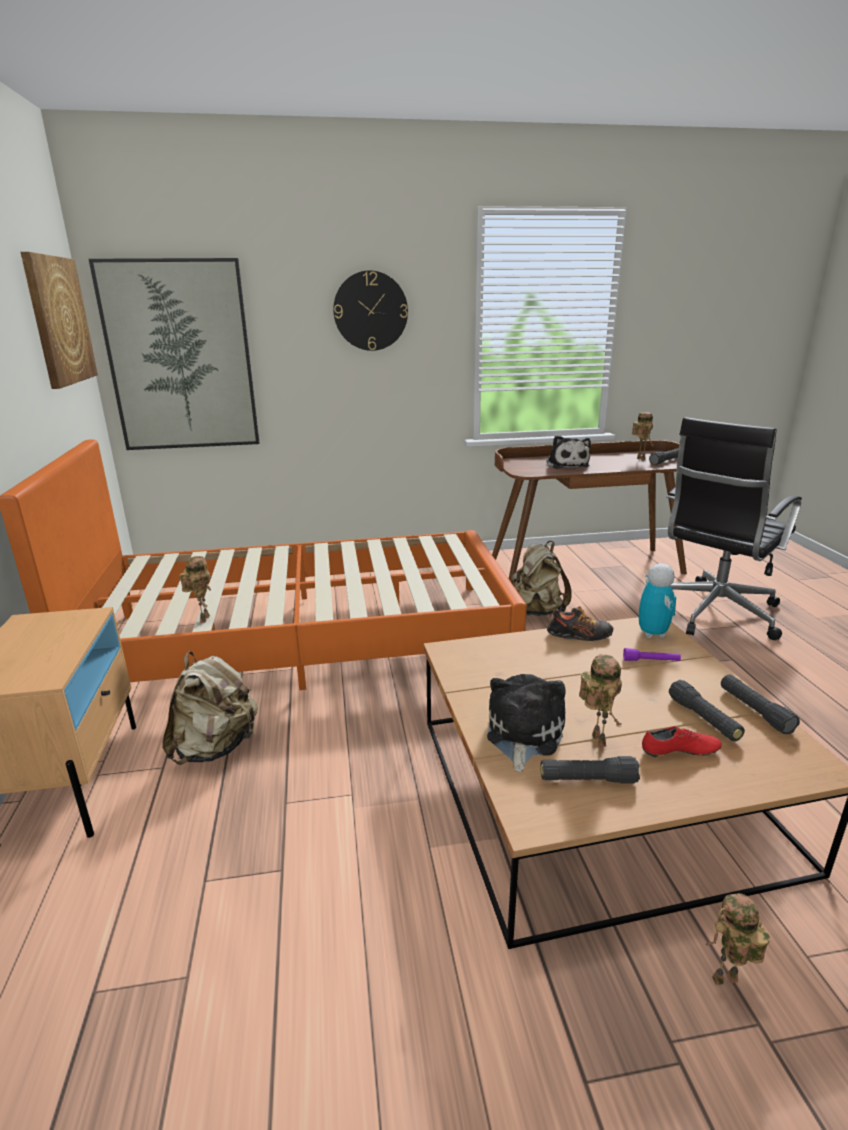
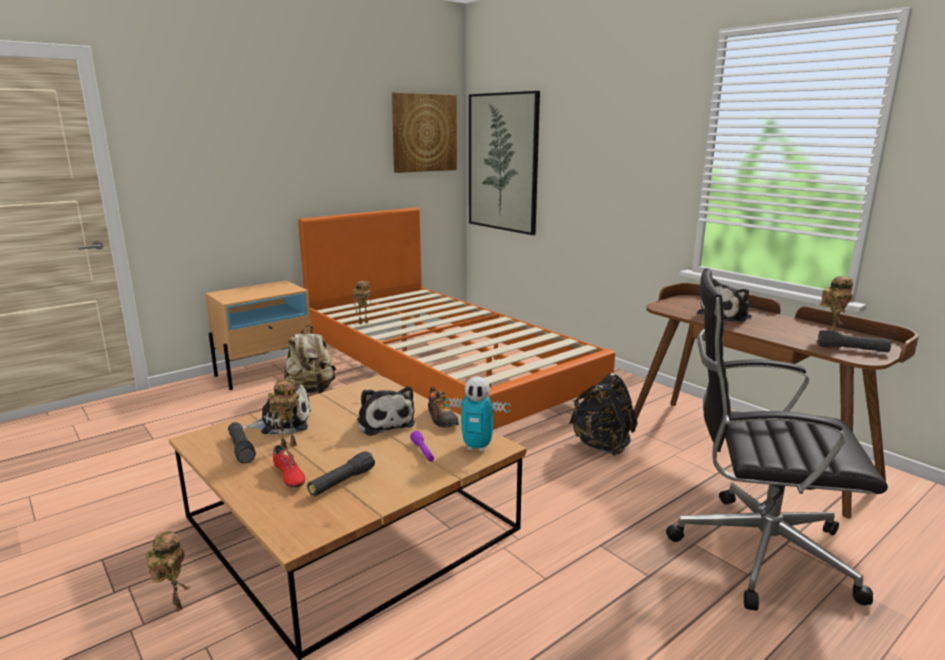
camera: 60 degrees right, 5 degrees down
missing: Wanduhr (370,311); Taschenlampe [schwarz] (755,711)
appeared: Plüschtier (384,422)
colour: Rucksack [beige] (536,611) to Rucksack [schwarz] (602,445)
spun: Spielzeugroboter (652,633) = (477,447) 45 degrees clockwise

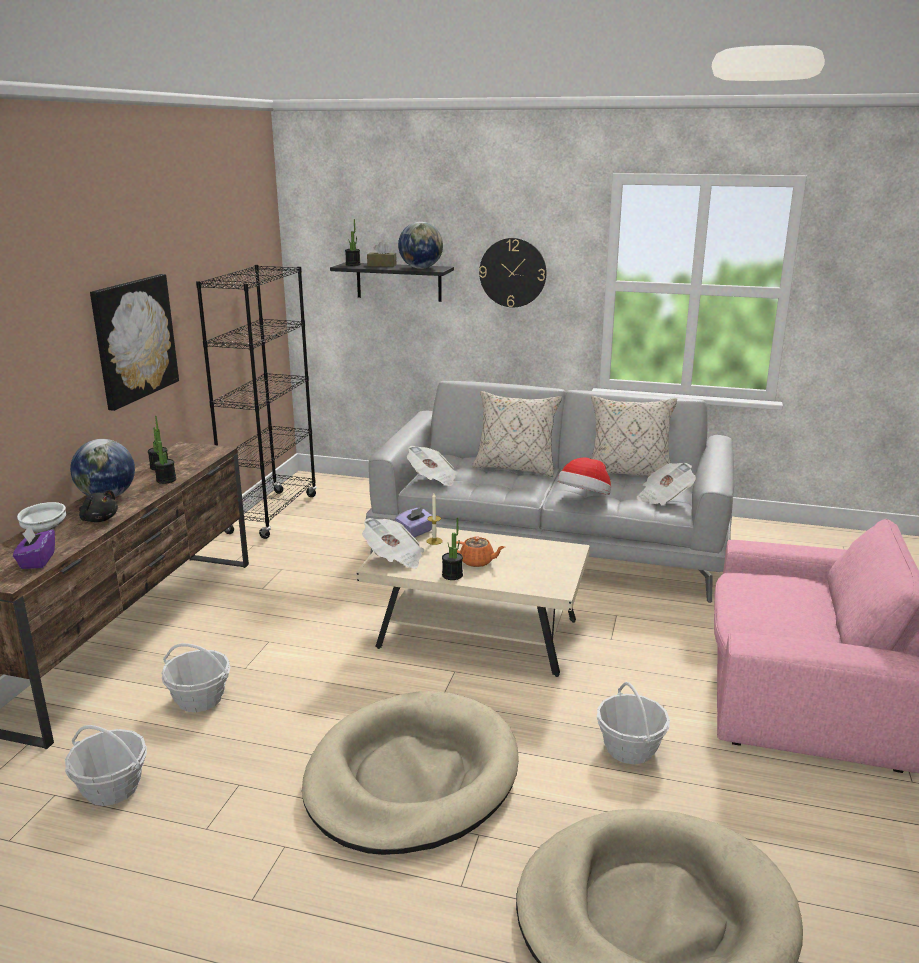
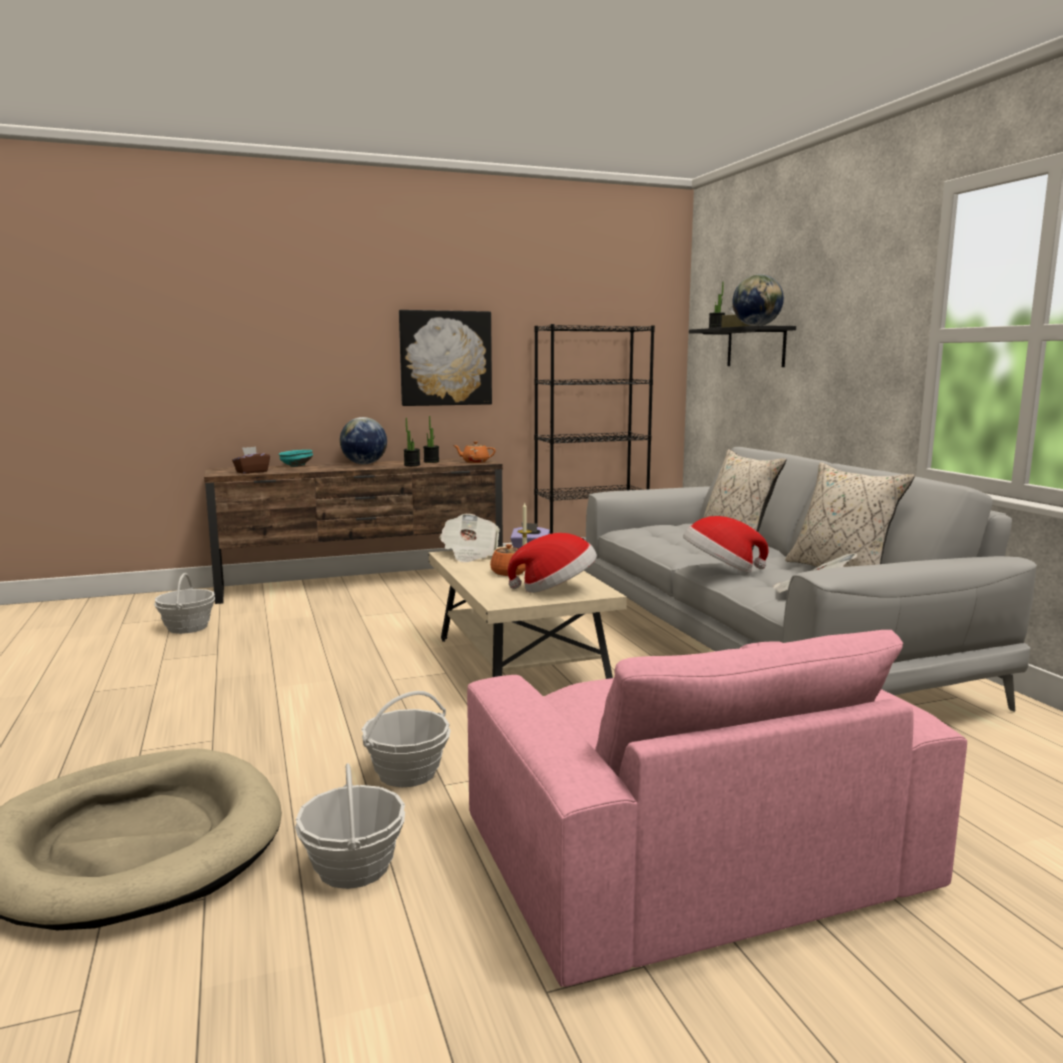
camera: 55 degrees right, 10 degrees down
missing: Plüschtier [schwarz] (99,519); Hundebett [beige] (411,777); Zeitung (433,479); Topfpflanze (452,575); Wanduhr (512,272)
appeared: Teekanne [orange] (475,462); Hut (555,589)
relocated: Korb (200,699) to (353,867)
colour: Taschentuchbox [lila] (37,561) to Taschentuchbox [braun] (252,472); Schüssel [weiß] (44,530) to Schüssel [türkis] (296,466)

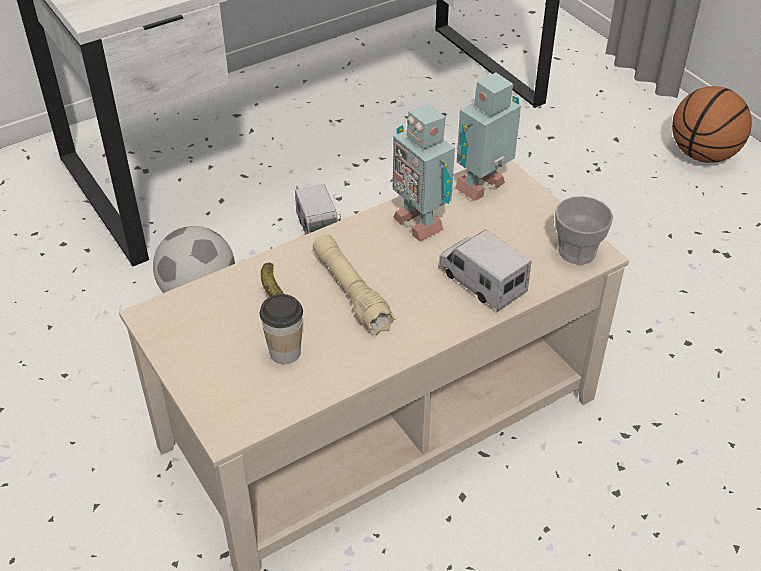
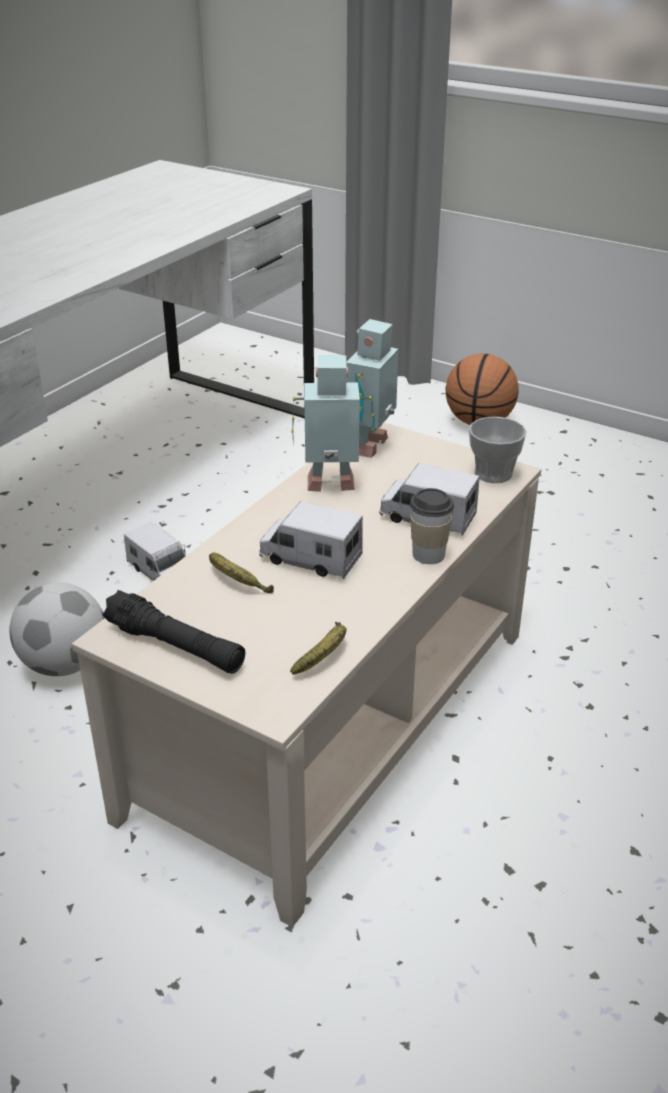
camera: 25 degrees left, 10 degrees down
appeared: Taschenlampe [schwarz] (175,646); Banane (324,655)
relocated: Tasse (285,352) to (428,554)
exchanged: Taschenlampe [beige] (351,292) to Spielzeuglaster (310,558)
spun: Spielzeugroboter (420,222) = (332,486) 150 degrees clockwise

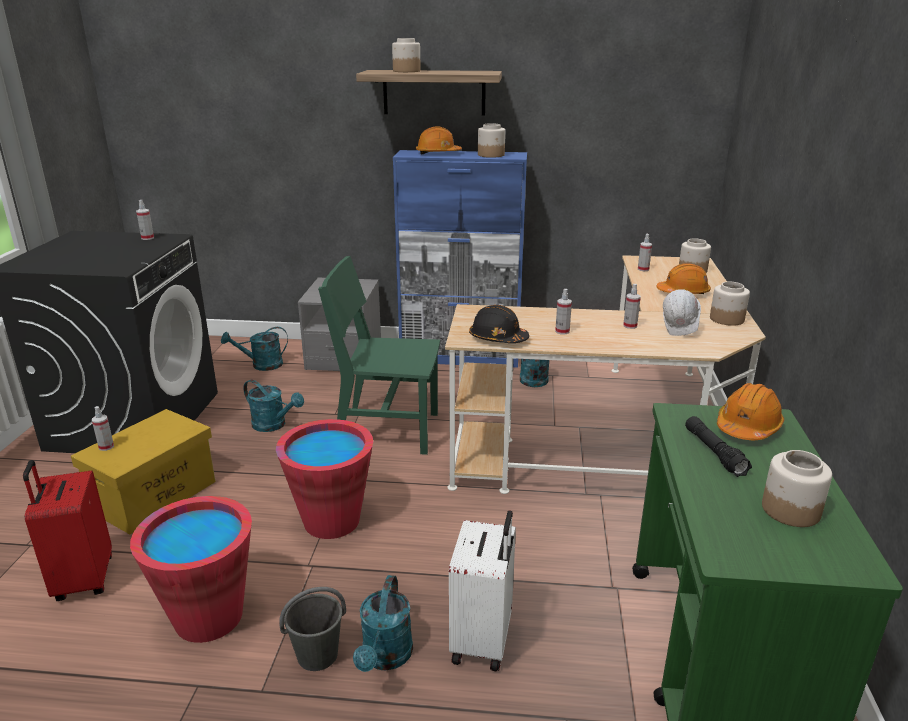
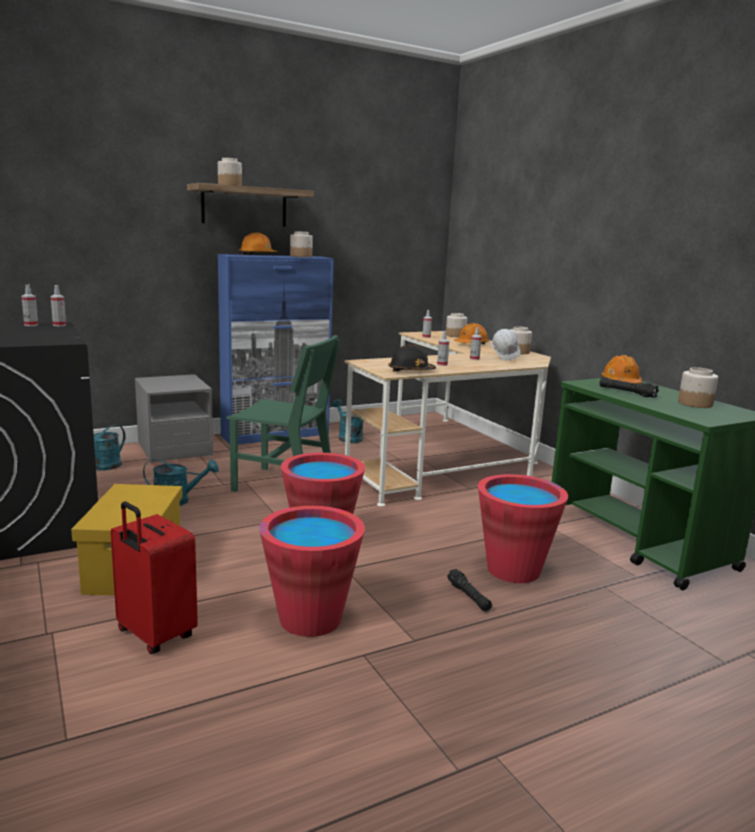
camera: 35 degrees left, 10 degrees down
missing: Eimer [grau] (316,655)
relocated: Sprühflasche (106,447) to (59,325)
exchanged: Gießkanne [türkis] (385,658) to Taschenlampe [schwarz] (468,596); Koffer [weiß] (483,641) to Eimer [rot] (513,570)
spun: Stuhl [grün] (387,430) = (284,485) 135 degrees counterclockwise

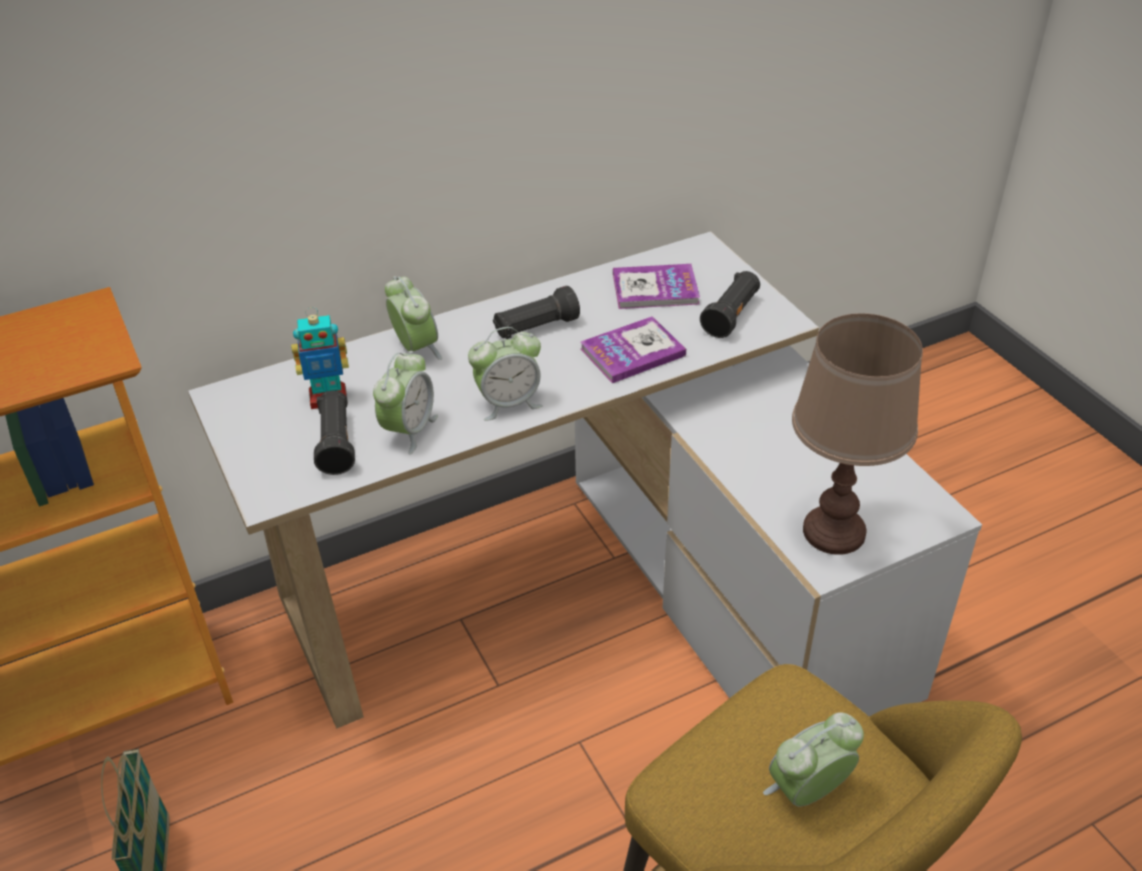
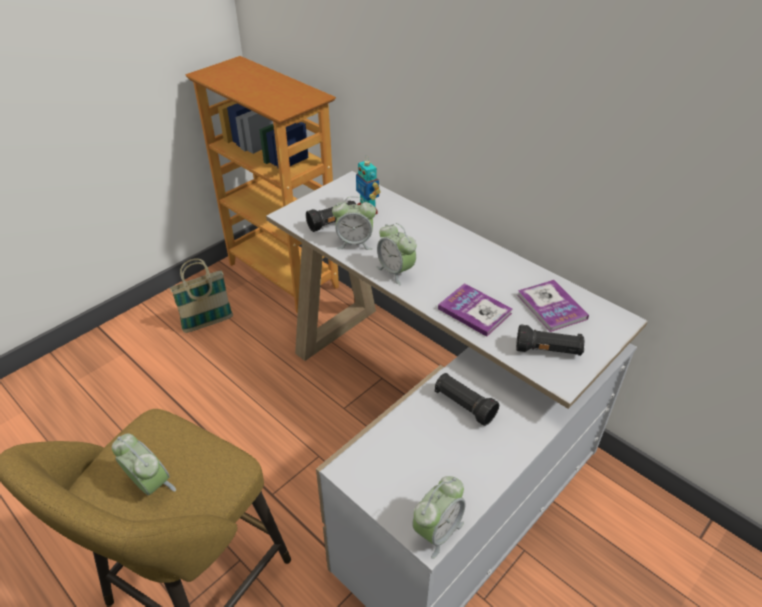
camera: 70 degrees right, 0 degrees up
missing: Tischlampe [braun] (835,531)
relocated: Wecker (415,348) to (437,531); Taschenlampe [schwarz] (536,328) to (464,405)

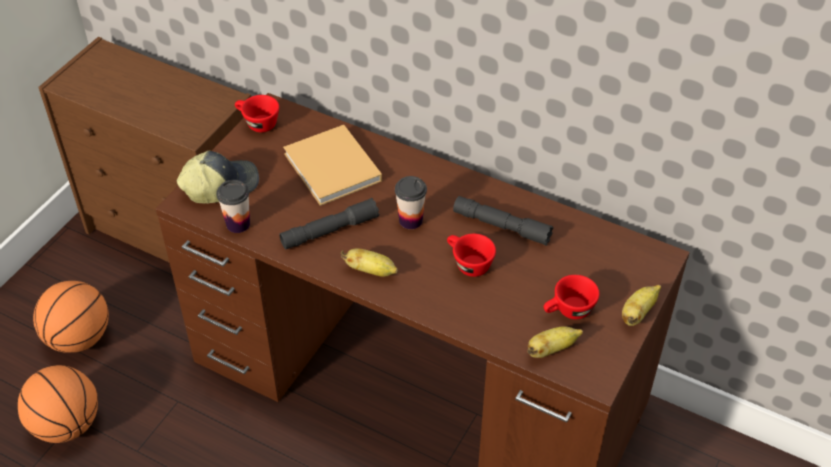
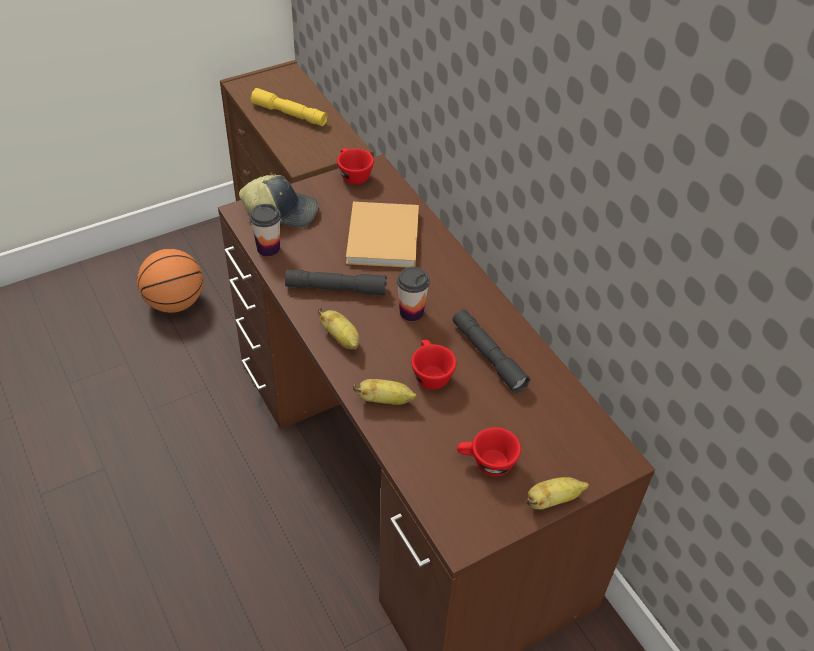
camera: 30 degrees right, 0 degrees up
missing: Basketball (67,425)
appeared: Taschenlampe [gelb] (289,114)
relocated: Banane (551,349) to (385,400)

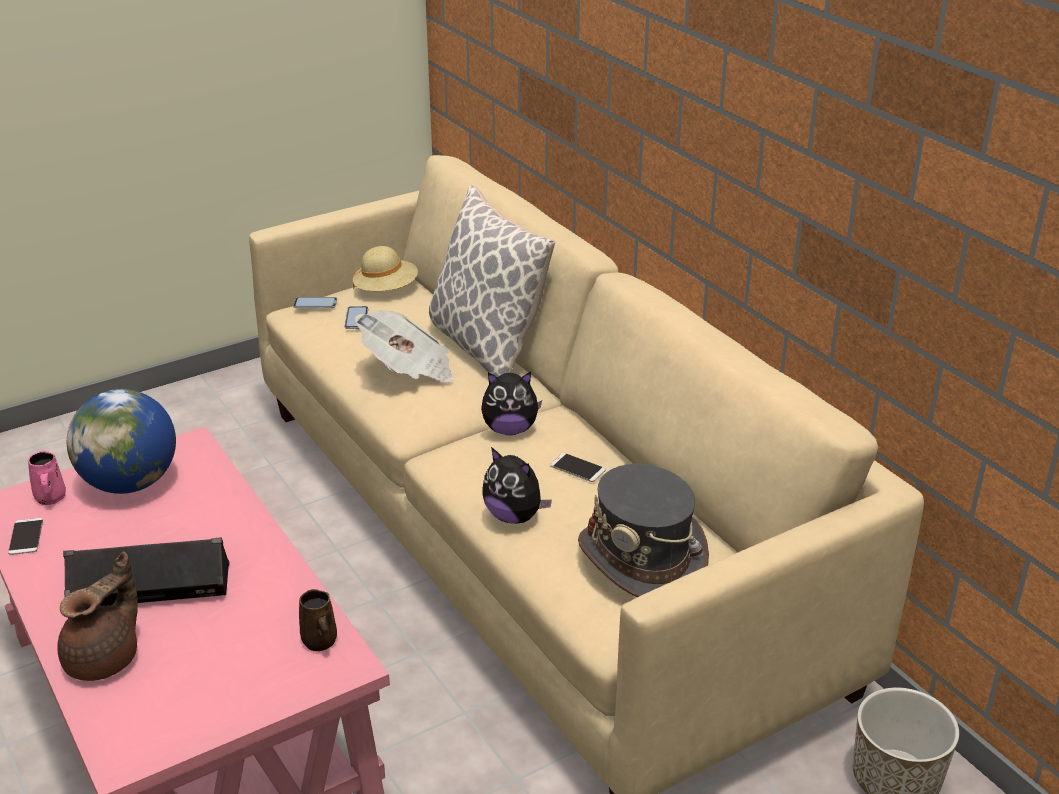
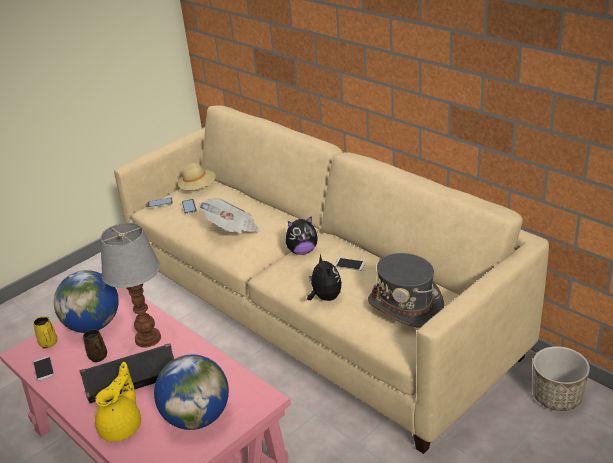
camera: 10 degrees left, 0 degrees up
missing: Kissen (486,345)
appeared: Tischlampe (149,338); Globus (197,417)
relocated: Henkelbecher [braun] (320,642) to (98,357)
colour: Henkelbecher [rosa] (50,498) to Henkelbecher [gelb] (49,344); Teekanne [braun] (105,658) to Teekanne [gelb] (122,426)
spun: Plüschtier (514,516) = (325,297) 135 degrees counterclockwise

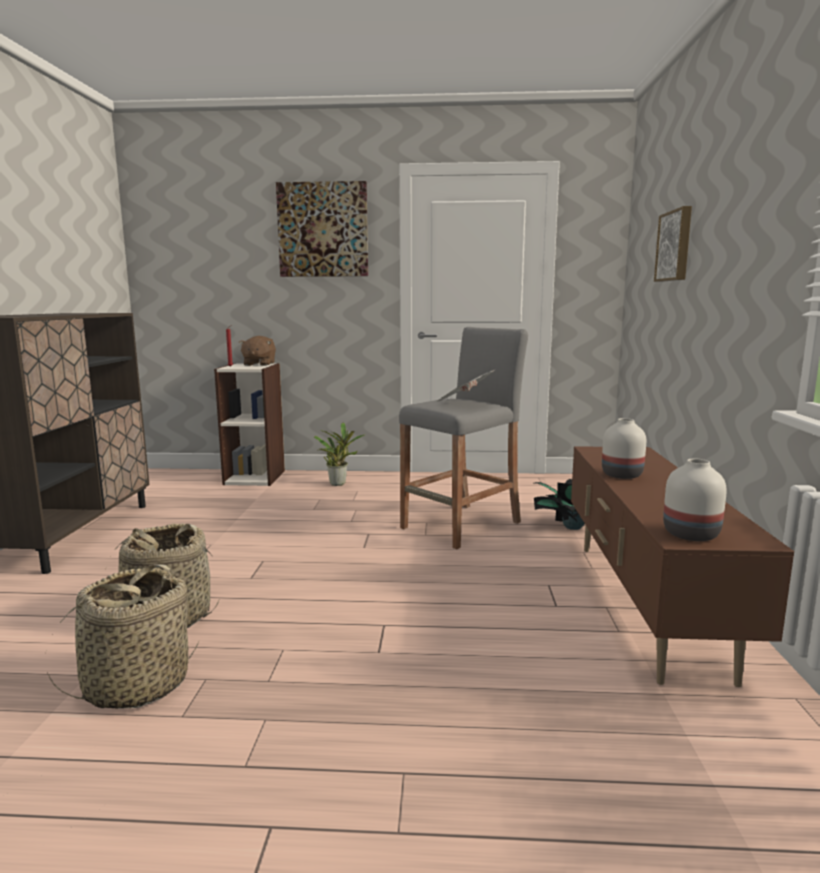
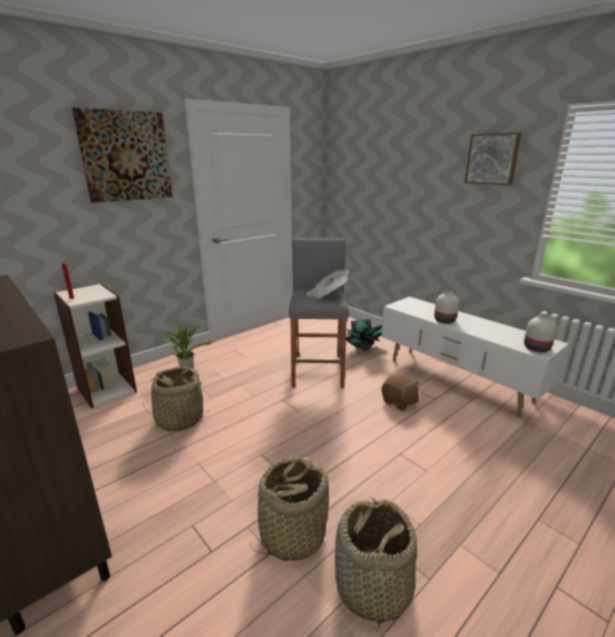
camera: 45 degrees left, 10 degrees up
appeared: Korb (179,419)
relocated: Plüschtier [braun] (259,364) to (399,402); Bild (675,246) to (492,159)
colour: Fernsehschrank [braun] (644,605) to Fernsehschrank [weiß] (457,381)

